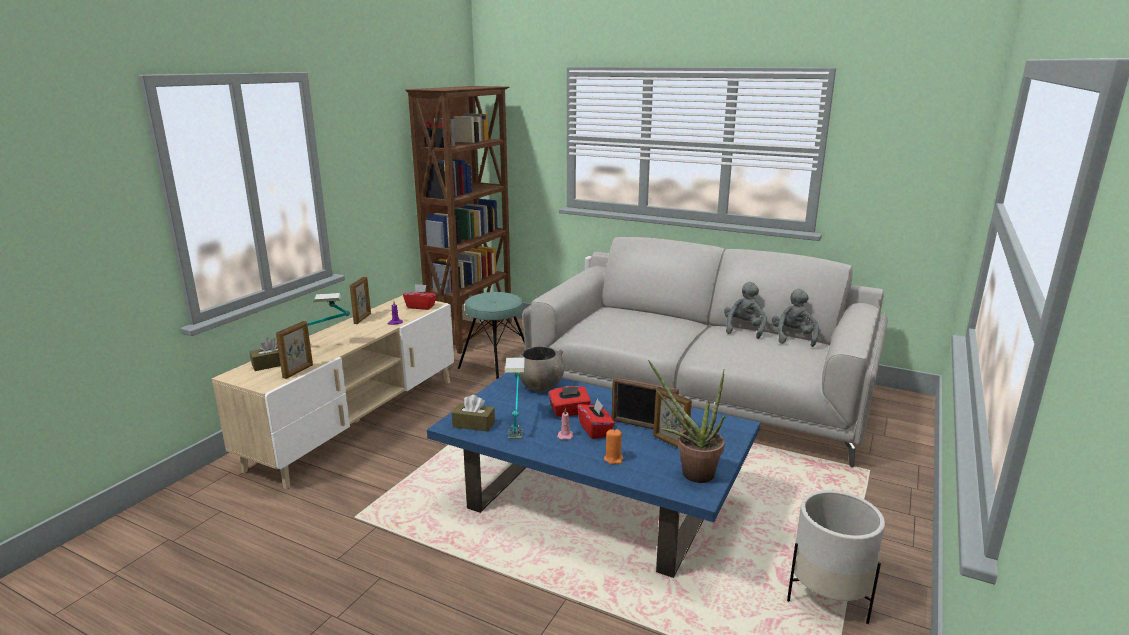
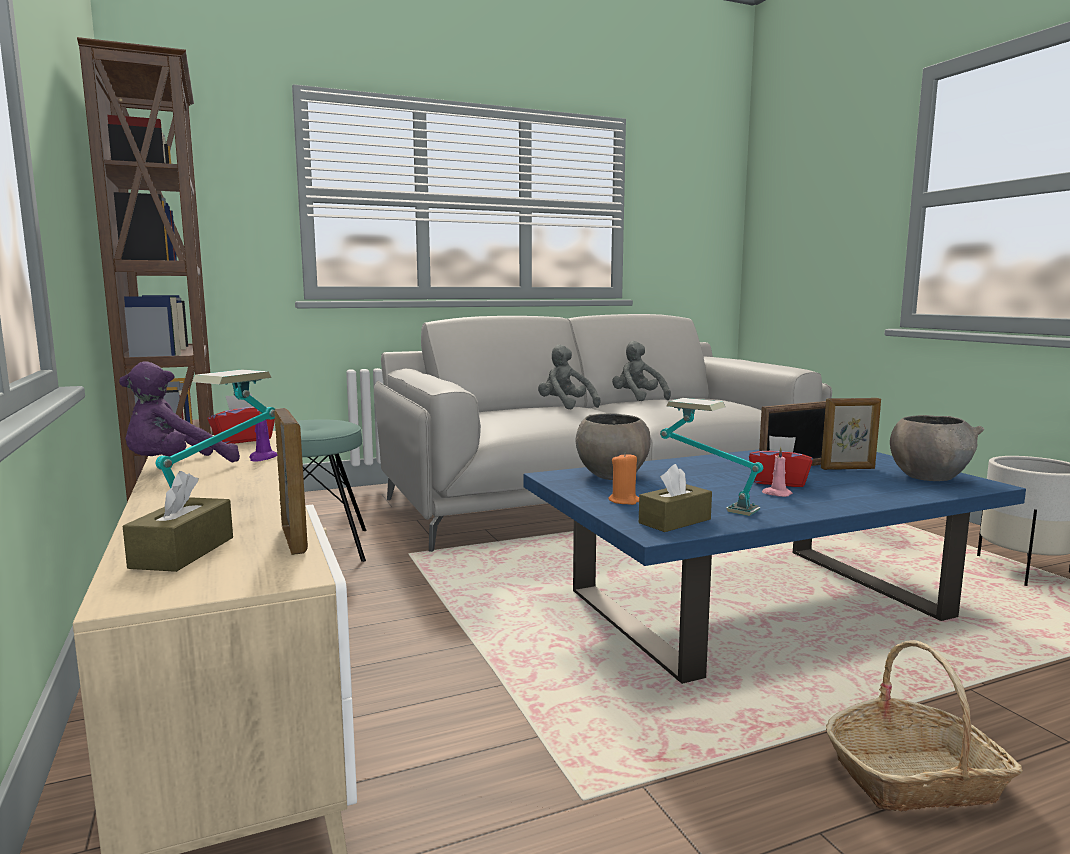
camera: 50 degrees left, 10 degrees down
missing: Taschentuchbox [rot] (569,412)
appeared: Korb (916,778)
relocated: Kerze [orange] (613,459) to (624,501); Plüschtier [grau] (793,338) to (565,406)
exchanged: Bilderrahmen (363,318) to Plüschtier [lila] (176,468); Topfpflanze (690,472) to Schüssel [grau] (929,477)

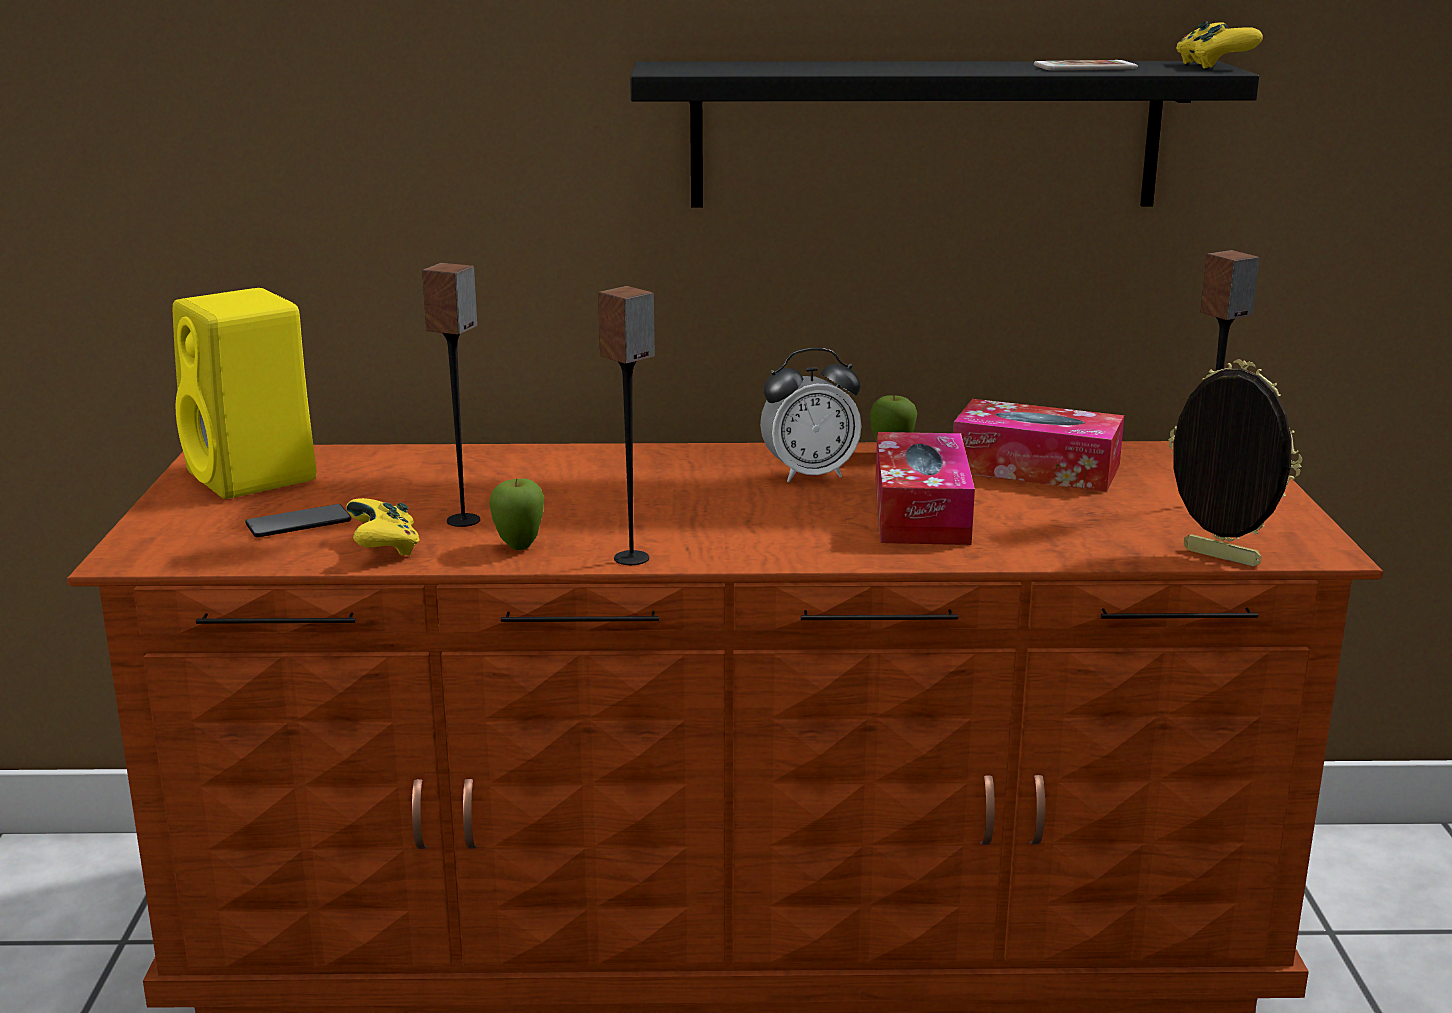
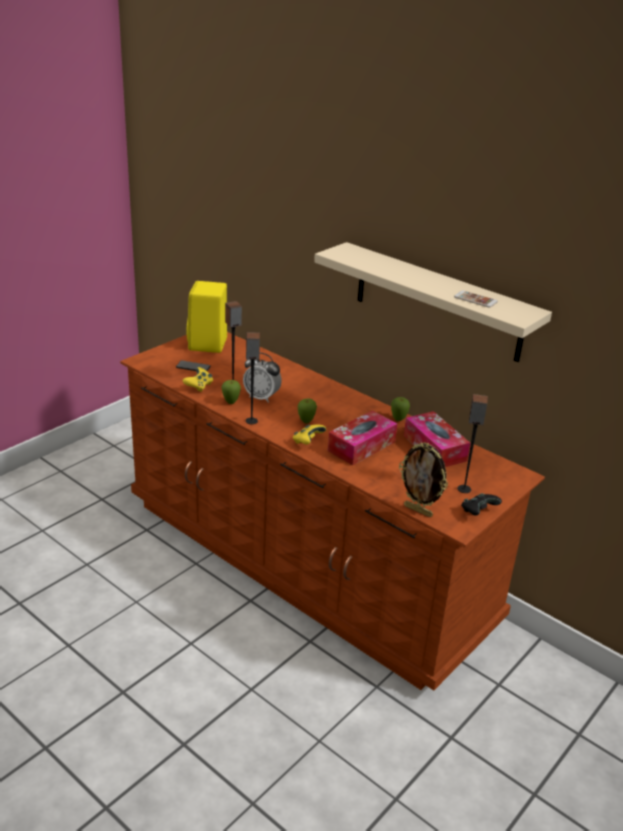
camera: 40 degrees right, 10 degrees up
appeared: Apfel (306,422); Gamepad [schwarz] (478,511)
relocated: Wecker (809,474) to (261,397); Gamepad [gelb] (1213,65) to (307,441)
colour: Wandregal [schwarz] (925,134) to Wandregal [beige] (437,302)
spun: Bilderrahmen (1218,558) = (418,510) 135 degrees clockwise

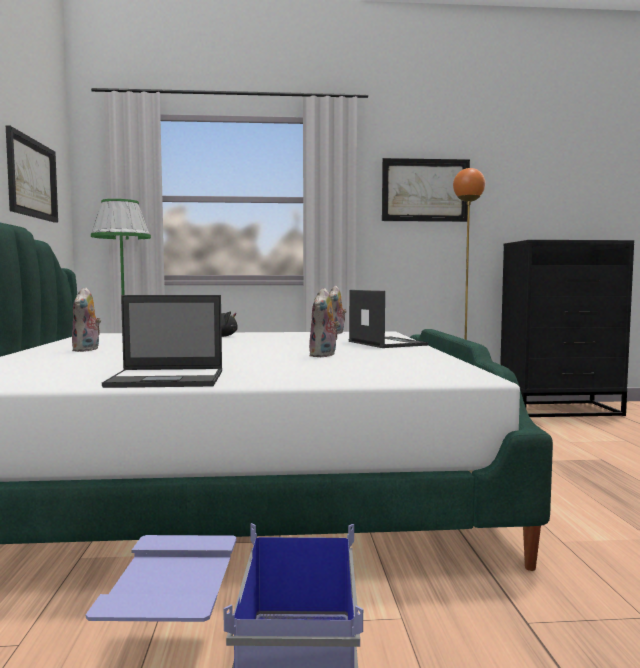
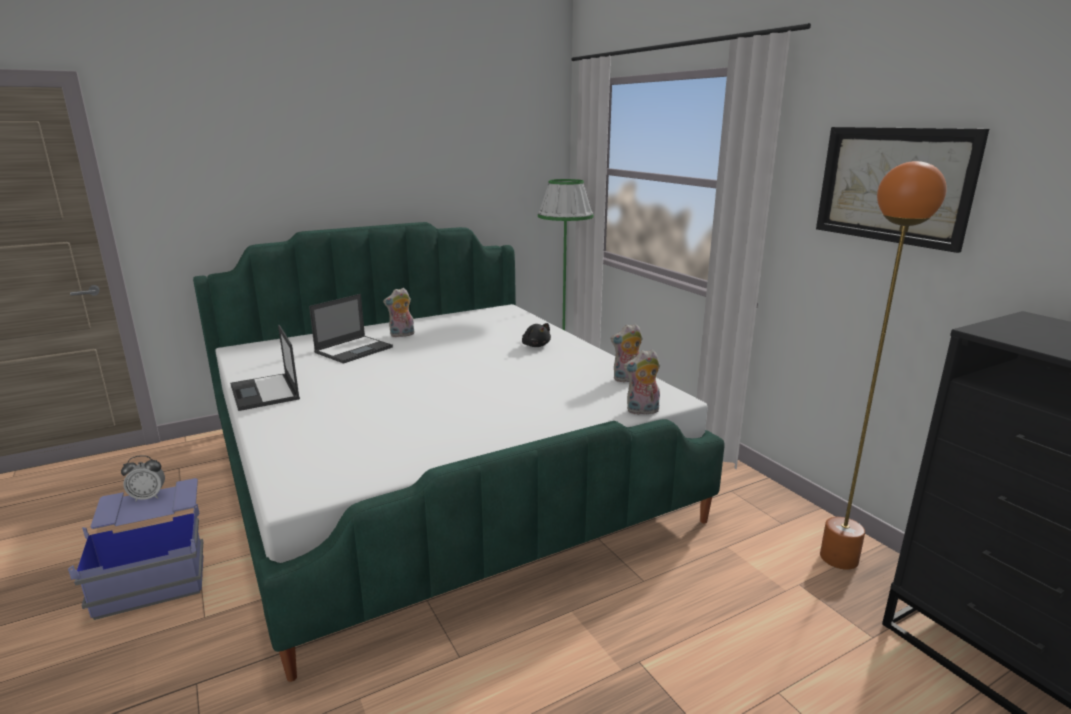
camera: 65 degrees right, 15 degrees up
missing: Bild (32,178)
appeared: Wecker (148,497)
relocated: Plüschtier (324,355) to (642,411); Laptop (386,343) to (354,349)

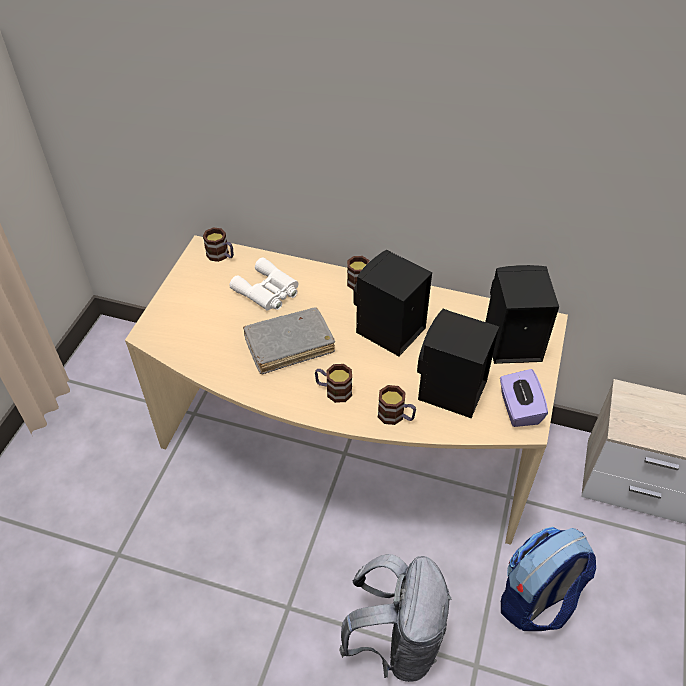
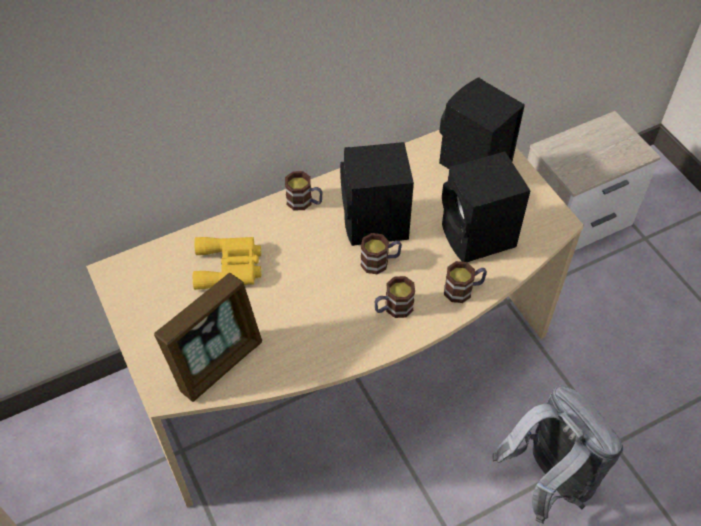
camera: 45 degrees left, 5 degrees up
missing: Buch [grau] (289,345); Taschentuchbox [lila] (518,409); Rucksack (536,600)
appeared: Bilderrahmen (217,362)
relocated: Henkelbecher (221,256) to (380,262)
colour: Fernglas [weiß] (268,291) to Fernglas [gelb] (230,267)

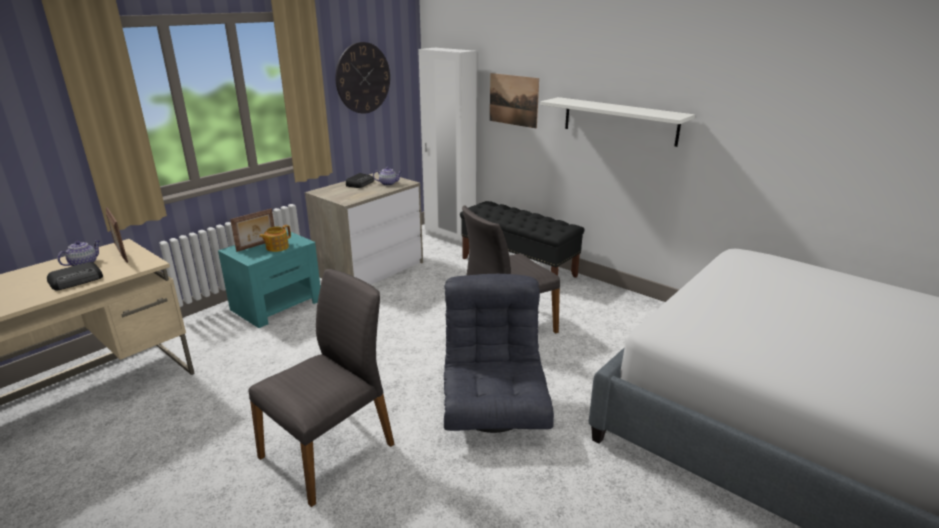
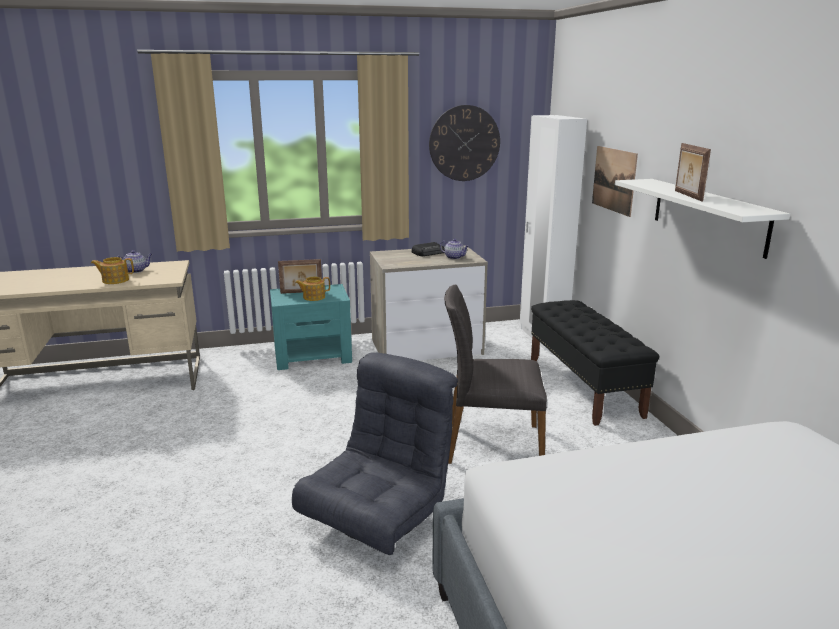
camera: 35 degrees right, 5 degrees down
missing: Stuhl [grau] (330,450)
relocated: Bilderrahmen (121,254) to (687,195)
exchanged: Radio (77,280) to Teekanne (115,280)

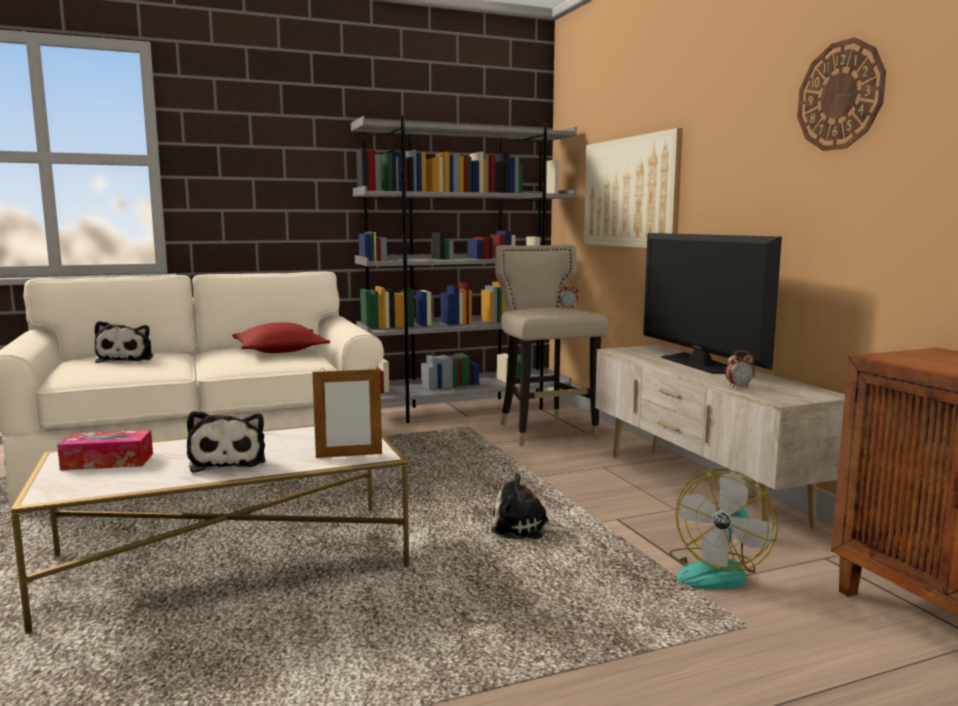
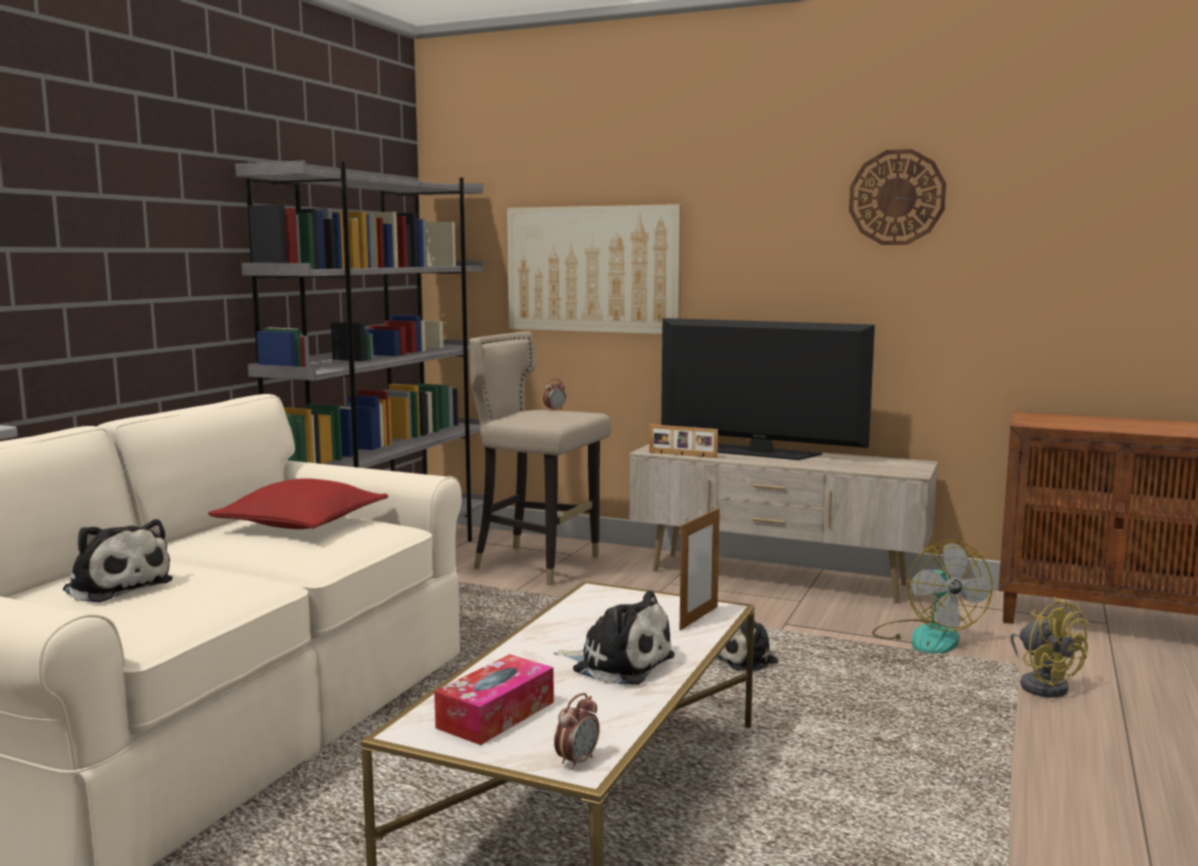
camera: 45 degrees left, 0 degrees up
appeared: Bilderrahmen (682,455); Ventilator [gelb] (1043,684)
relocated: Wecker (739,387) to (577,761)

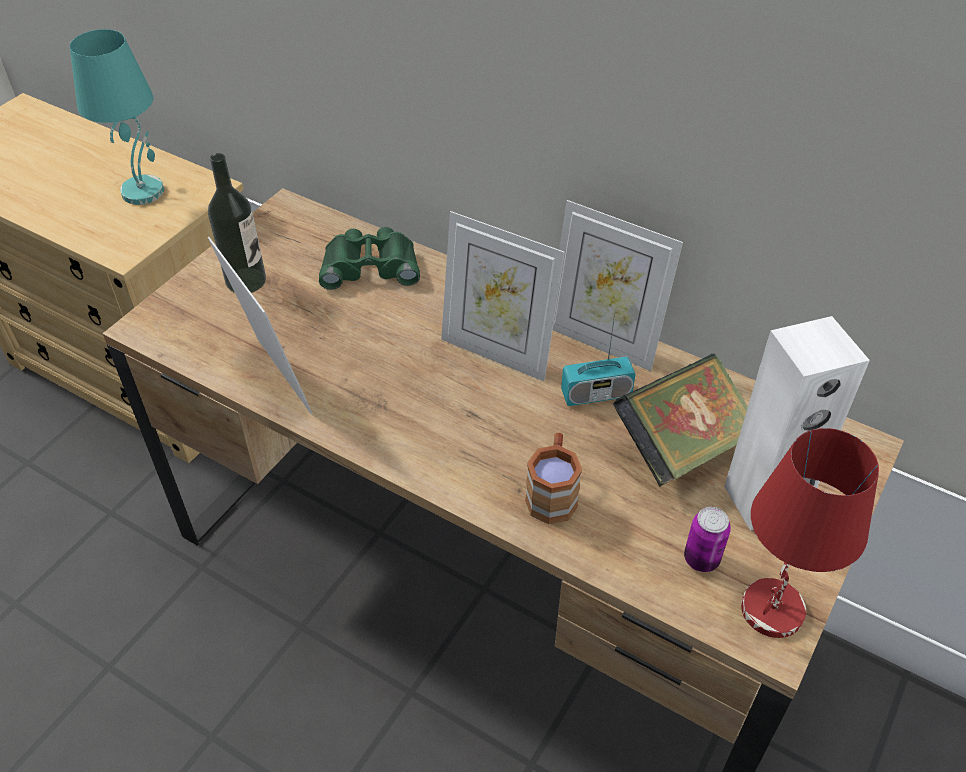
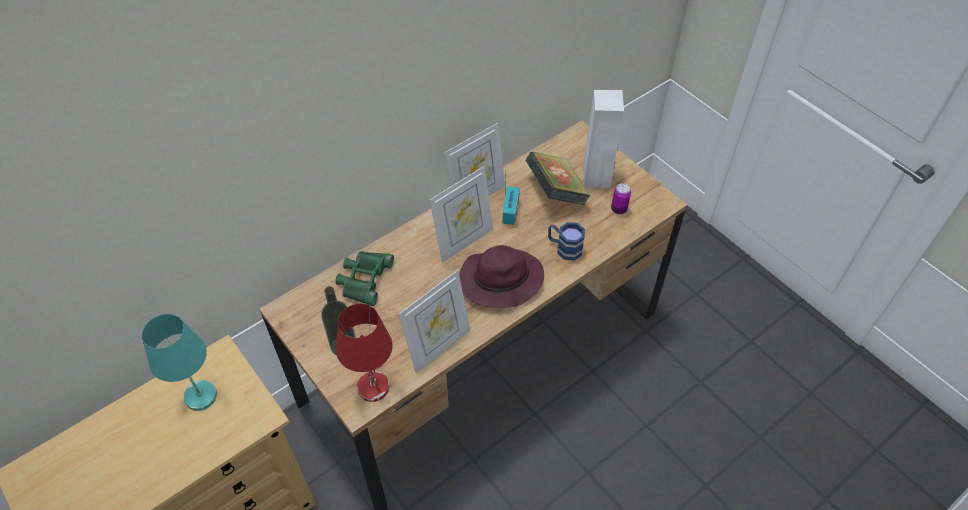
camera: 70 degrees left, 5 degrees up
appeared: Hut [lila] (499,281)
relocated: Tischlampe [rot] (772,611) to (374,388)
colour: Henkelbecher [braun] (552,492) to Henkelbecher [blau] (564,248)
spun: Bilderrahmen (273,381) = (438,347) 150 degrees clockwise

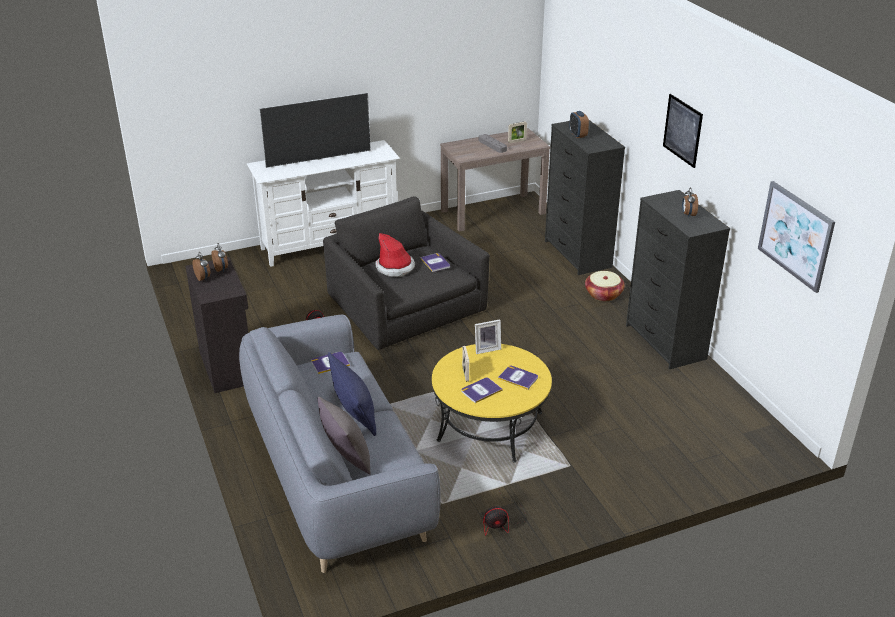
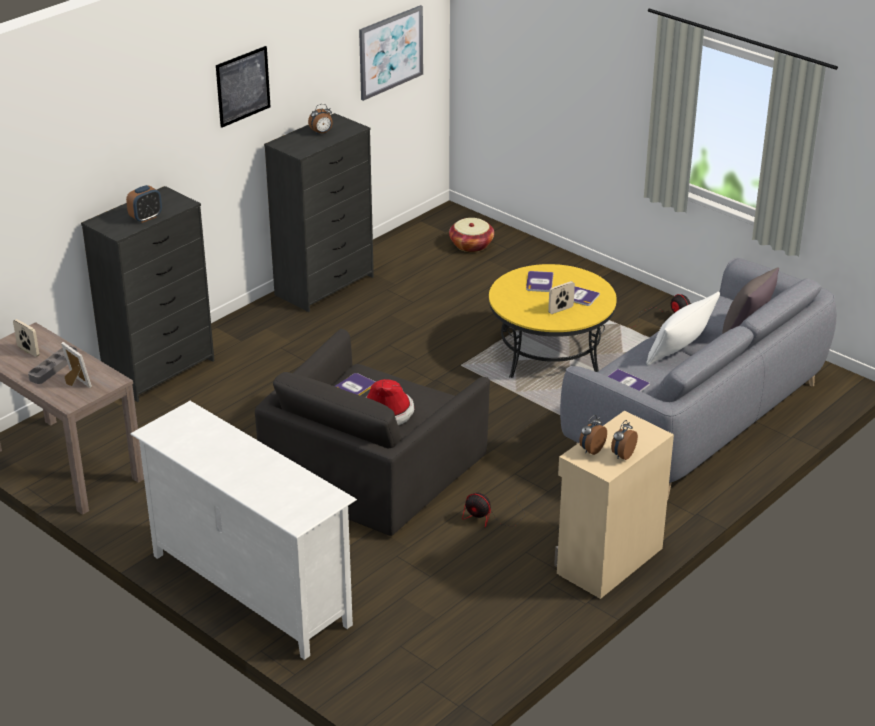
camera: 115 degrees left, 0 degrees up
missing: Fernseher (318,159)
relocated: Bilderrahmen (486,348) to (76,383); Korb (603,294) to (471,245)
colour: Schrank [schwarz] (227,366) to Schrank [beige] (607,560); Kissen [blau] (354,410) to Kissen [weiß] (680,348)

